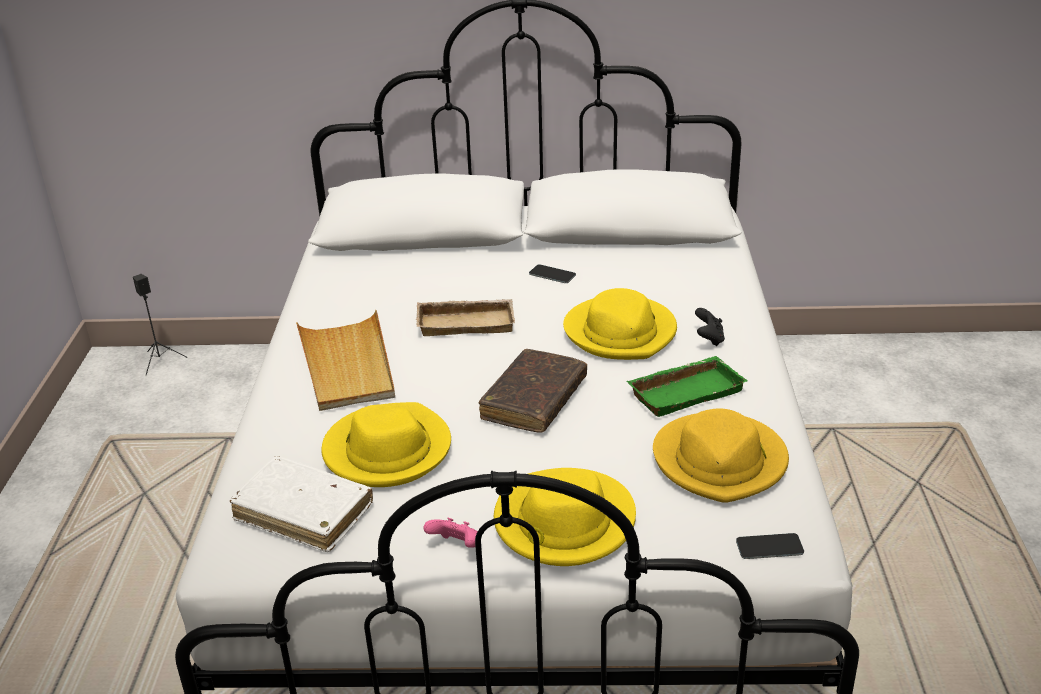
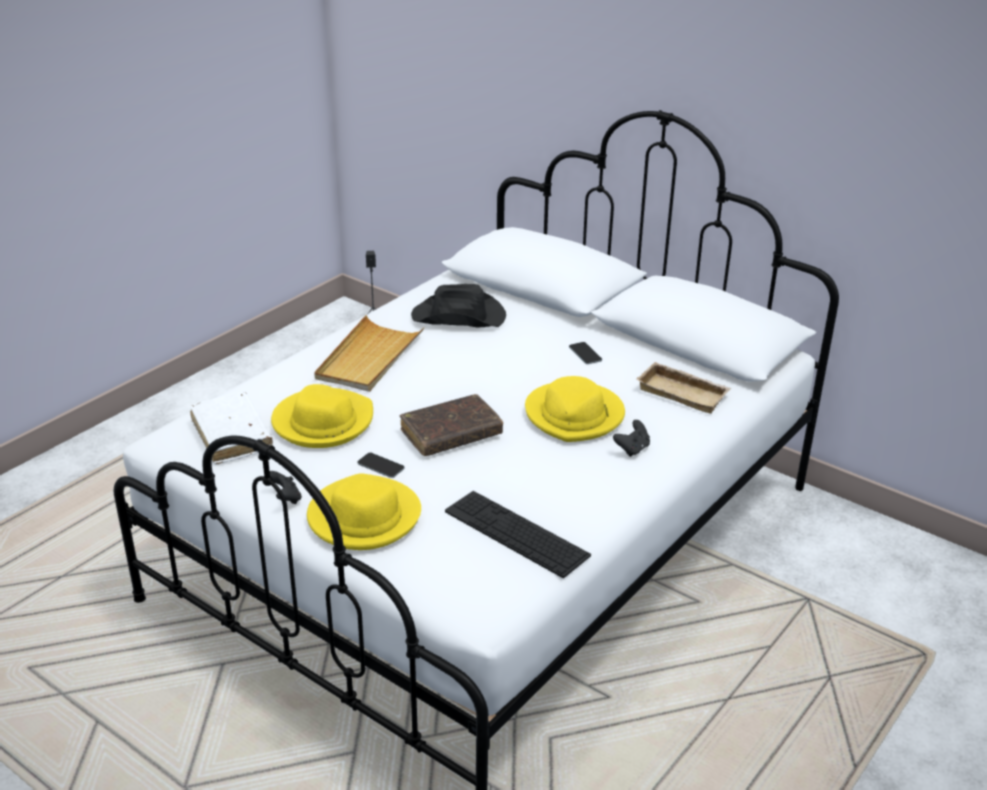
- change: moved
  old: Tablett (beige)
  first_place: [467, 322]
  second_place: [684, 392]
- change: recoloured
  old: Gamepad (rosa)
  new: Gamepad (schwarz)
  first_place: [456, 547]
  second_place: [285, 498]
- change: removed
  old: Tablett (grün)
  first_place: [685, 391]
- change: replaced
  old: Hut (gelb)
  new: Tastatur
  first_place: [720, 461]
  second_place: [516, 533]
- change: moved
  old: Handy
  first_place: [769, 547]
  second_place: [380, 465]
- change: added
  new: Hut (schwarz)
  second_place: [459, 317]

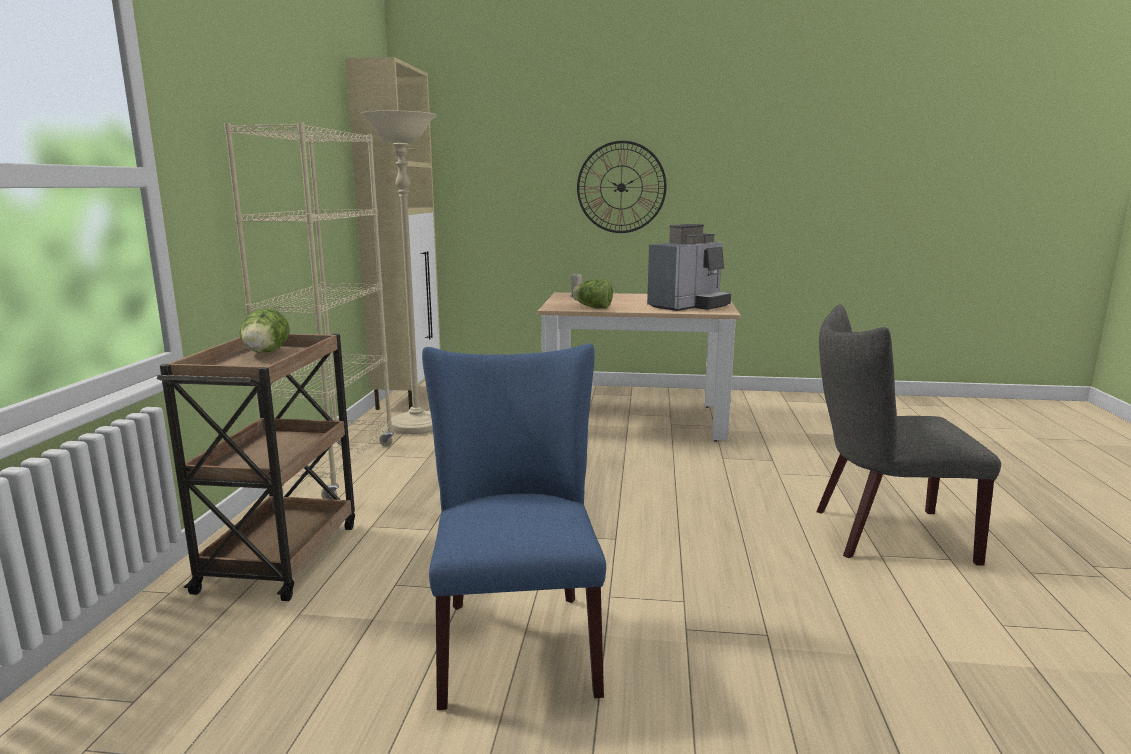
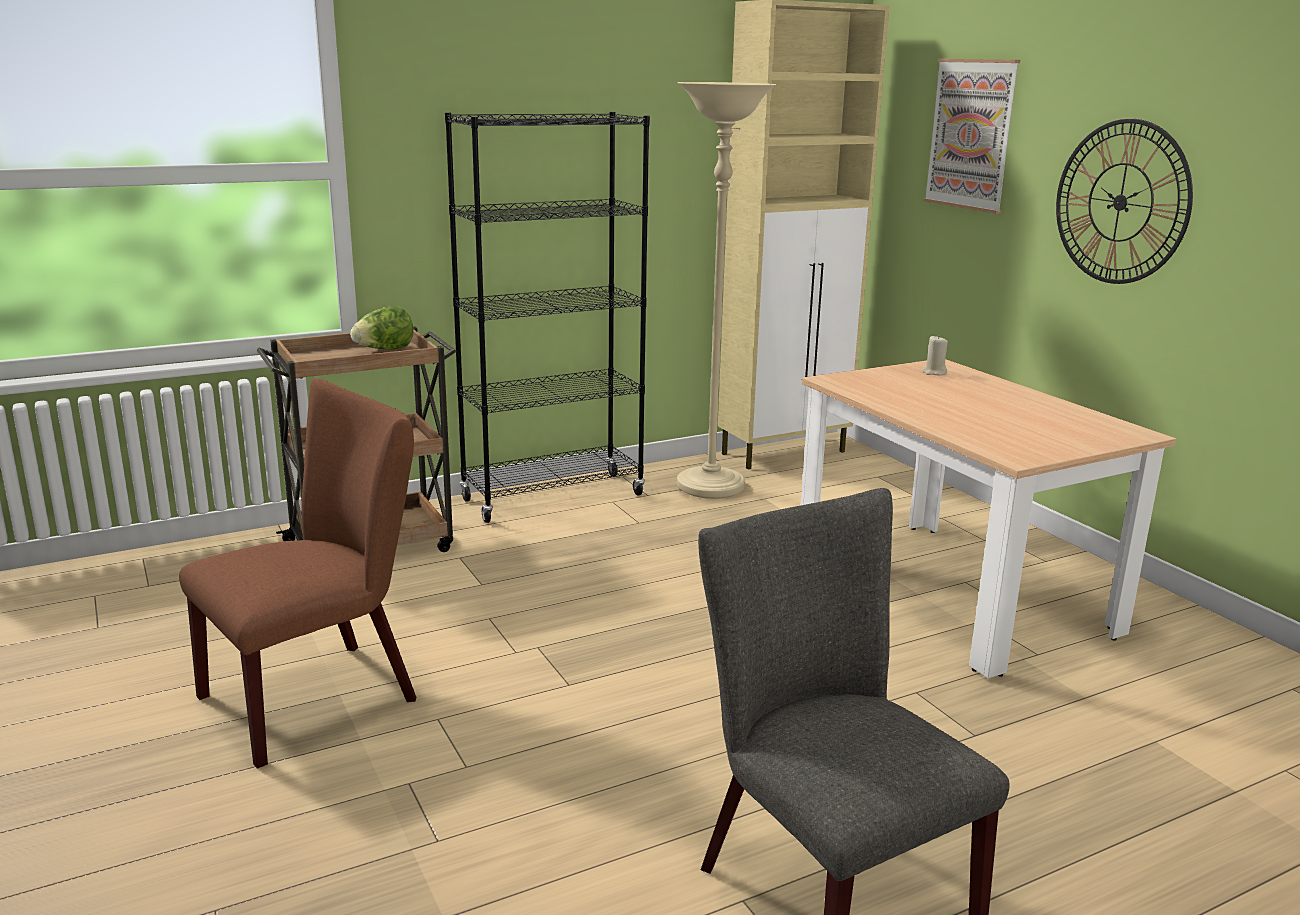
- change: recoloured
  old: Bücherregal (beige)
  new: Bücherregal (schwarz)
  first_place: [336, 470]
  second_place: [553, 497]
- change: recoloured
  old: Stuhl (blau)
  new: Stuhl (braun)
  first_place: [516, 638]
  second_place: [322, 694]
- change: removed
  old: Salatkopf
  first_place: [593, 308]
- change: removed
  old: Kaffeemaschine
  first_place: [689, 306]
- change: added
  new: Bild
  second_place: [971, 134]

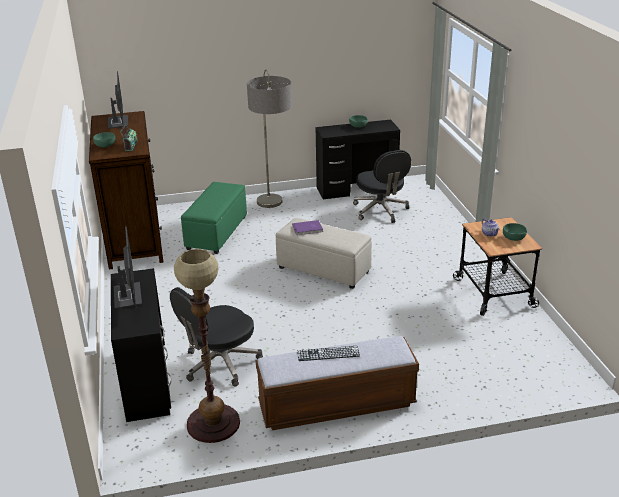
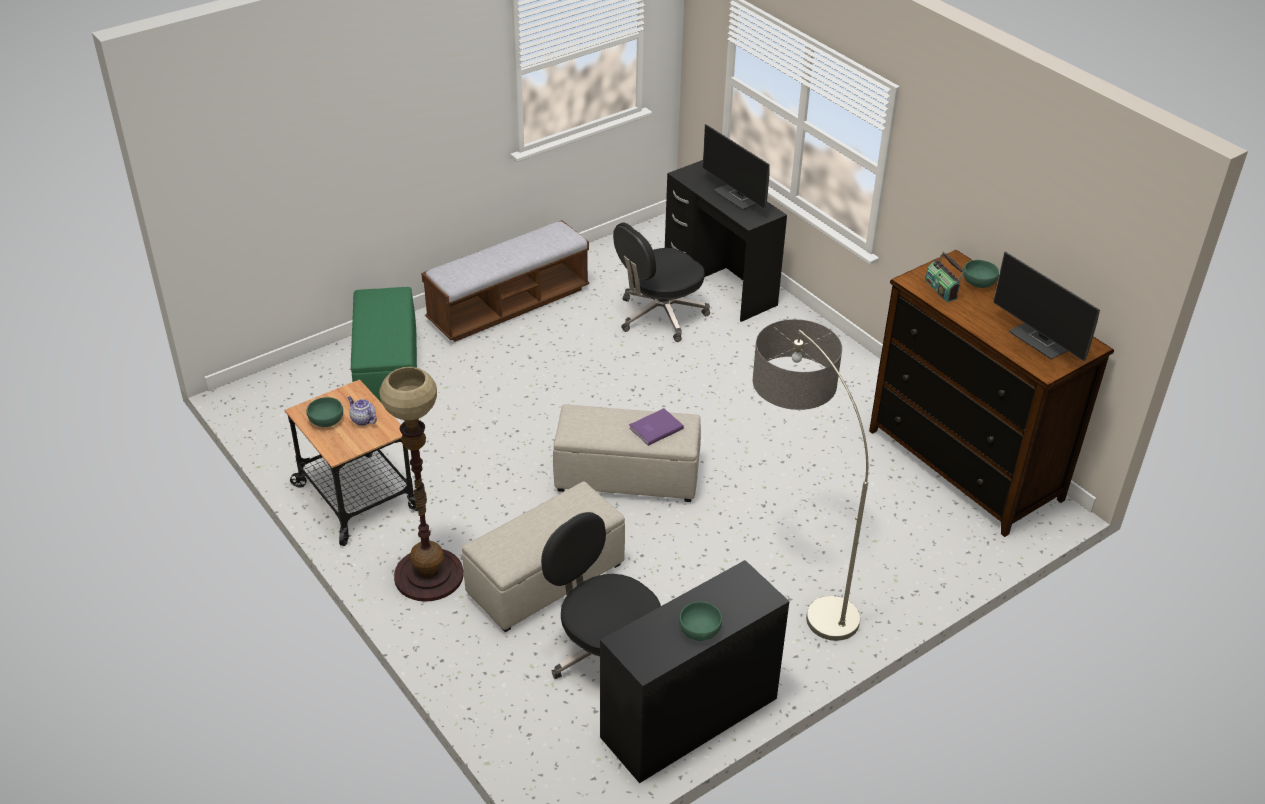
- change: turned
  old: Bürostuhl (schwarz)
  first_place: [220, 364]
  second_place: [659, 316]
  degrees: -150
- change: moved
  old: Stehlampe
  first_place: [213, 423]
  second_place: [429, 575]
- change: moved
  old: Polsterhocker (grün)
  first_place: [216, 233]
  second_place: [387, 372]
- change: removed
  old: Tastatur
  first_place: [328, 353]
- change: added
  new: Polsterhocker (beige)
  second_place: [545, 580]

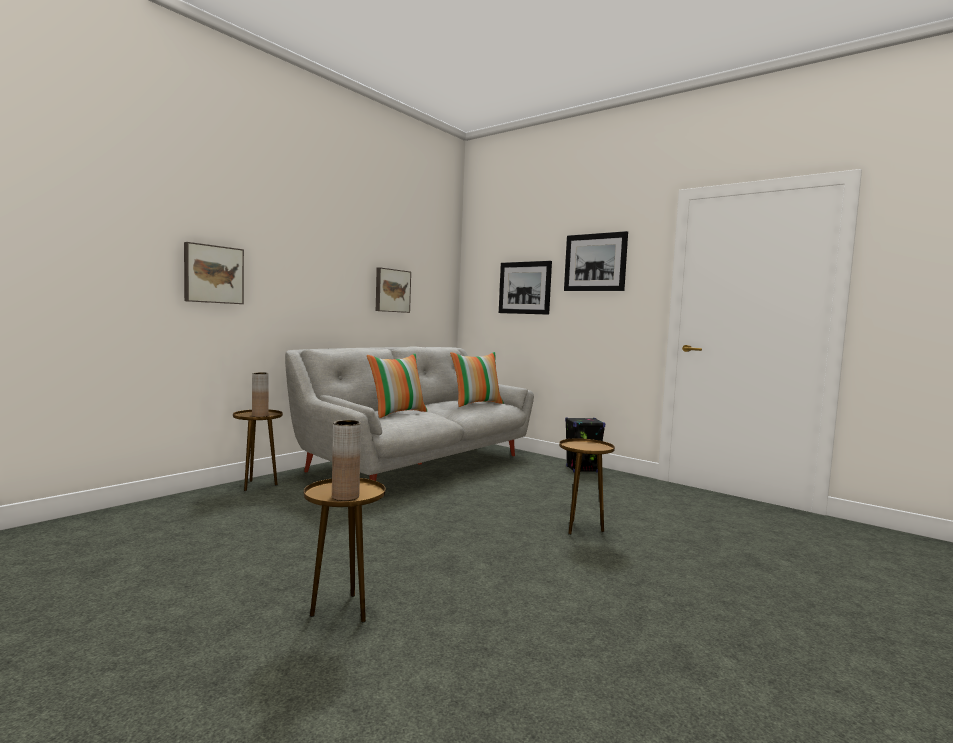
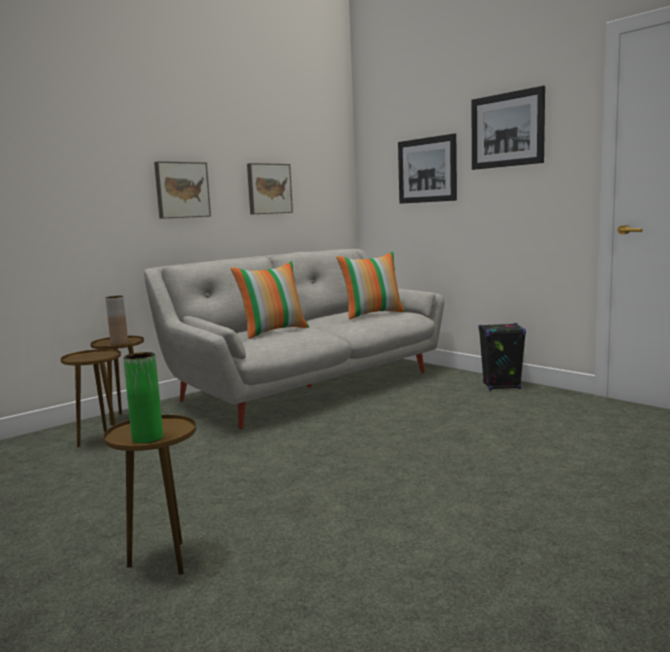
- change: moved
  old: Bild
  first_place: [213, 274]
  second_place: [181, 190]
- change: recoloured
  old: Vase (braun)
  new: Vase (grün)
  first_place: [345, 496]
  second_place: [147, 438]
- change: moved
  old: Beistelltisch (braun)
  first_place: [581, 528]
  second_place: [101, 441]

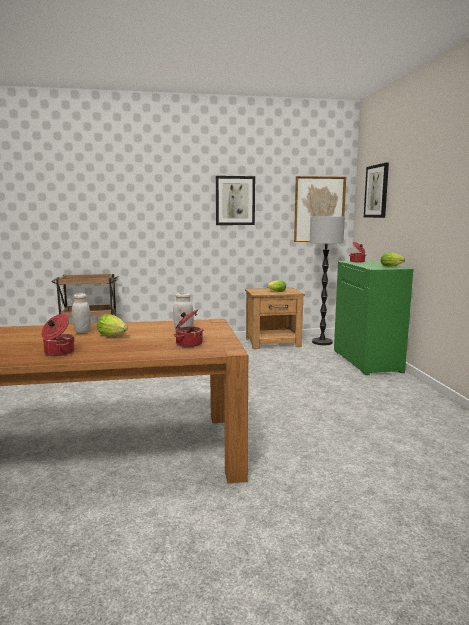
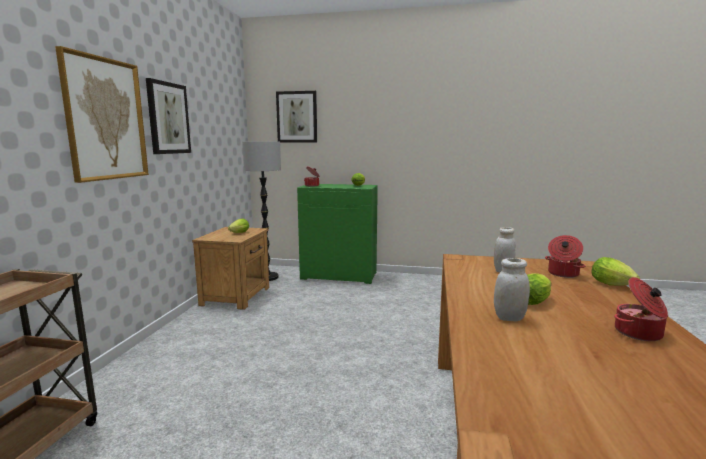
- change: moved
  old: Bild
  first_place: [319, 209]
  second_place: [105, 119]
- change: added
  new: Salatkopf
  second_place: [614, 285]

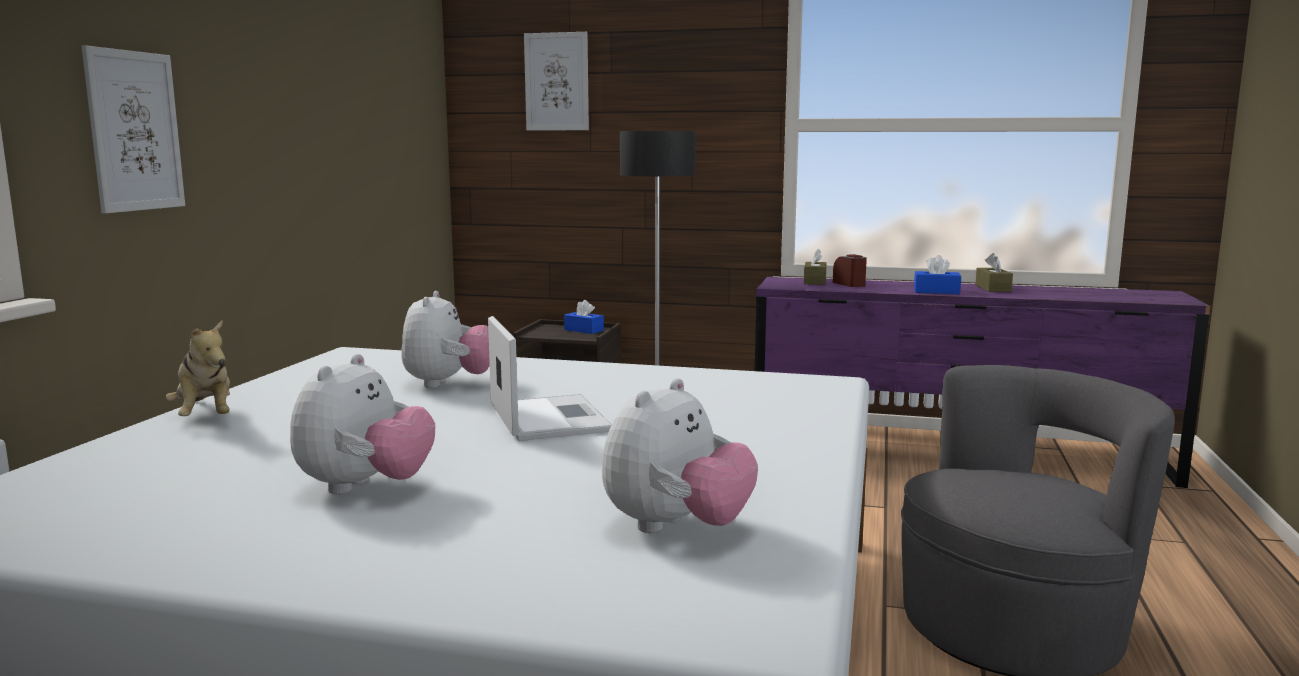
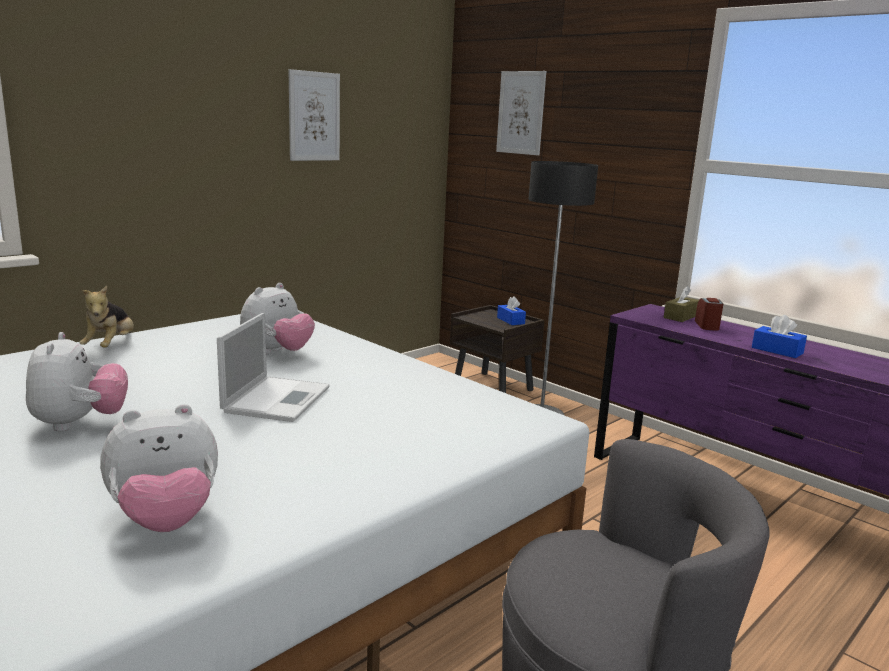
- change: moved
  old: Bild
  first_place: [135, 131]
  second_place: [314, 116]
- change: turned
  old: Plüschtier
  first_place: [365, 487]
  second_place: [79, 423]
  degrees: -60
- change: removed
  old: Taschentuchbox (braun)
  first_place: [993, 288]

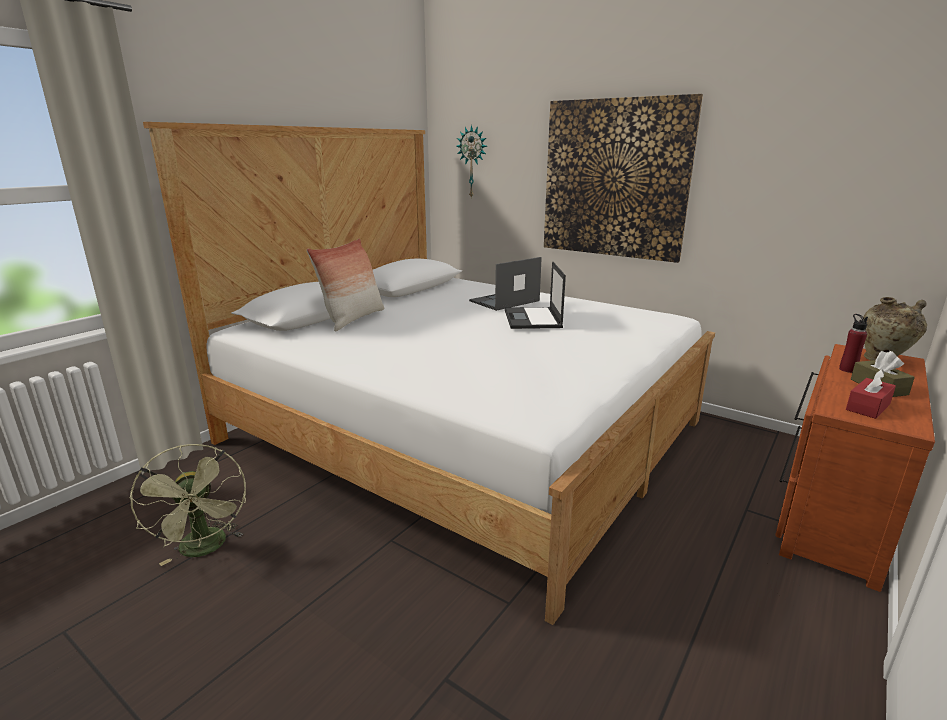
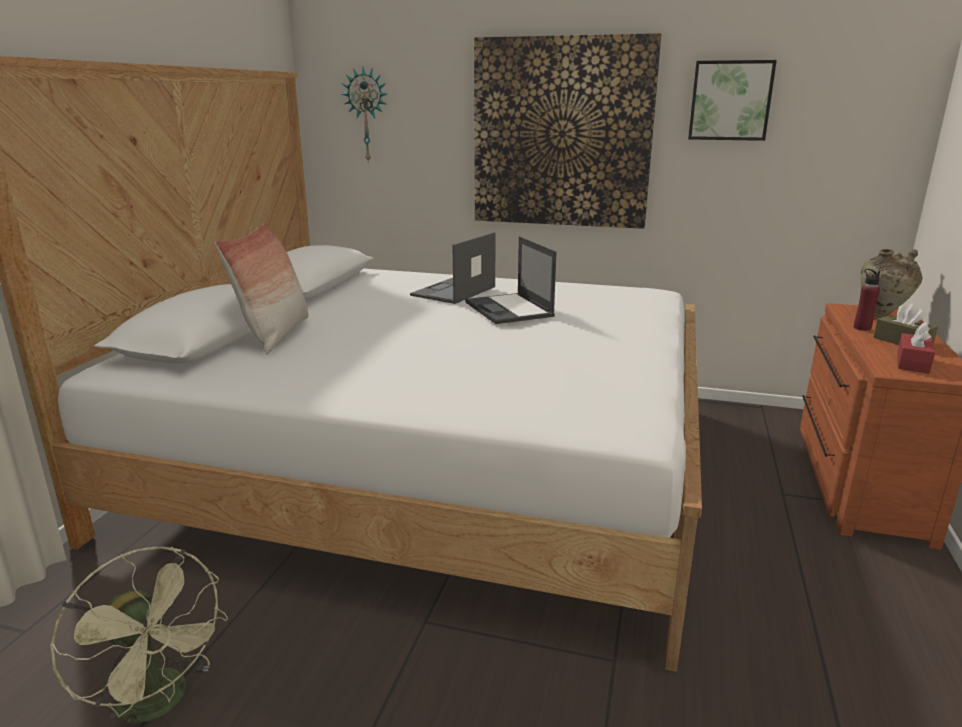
- change: added
  new: Bild
  second_place: [730, 100]

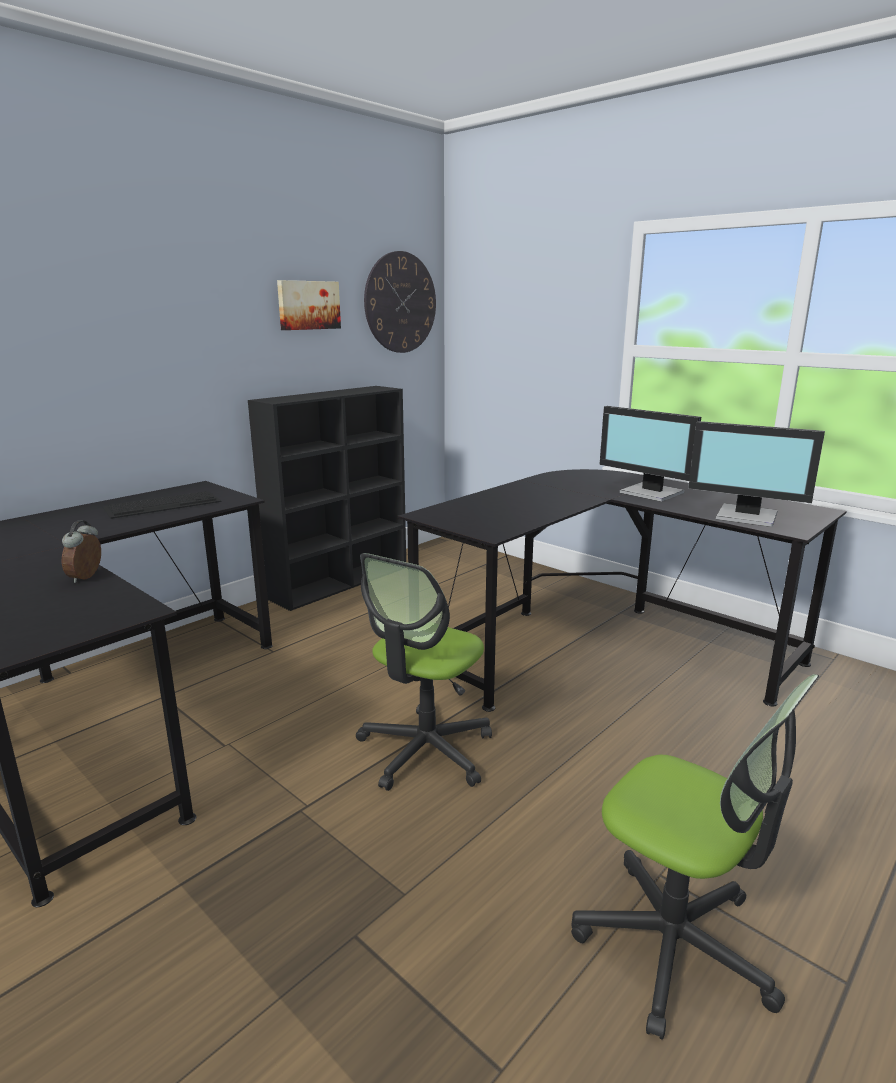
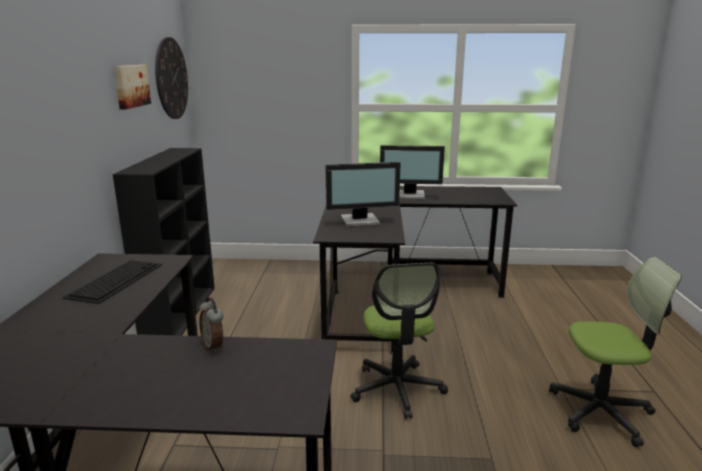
- change: moved
  old: Monitor
  first_place: [747, 517]
  second_place: [361, 221]

